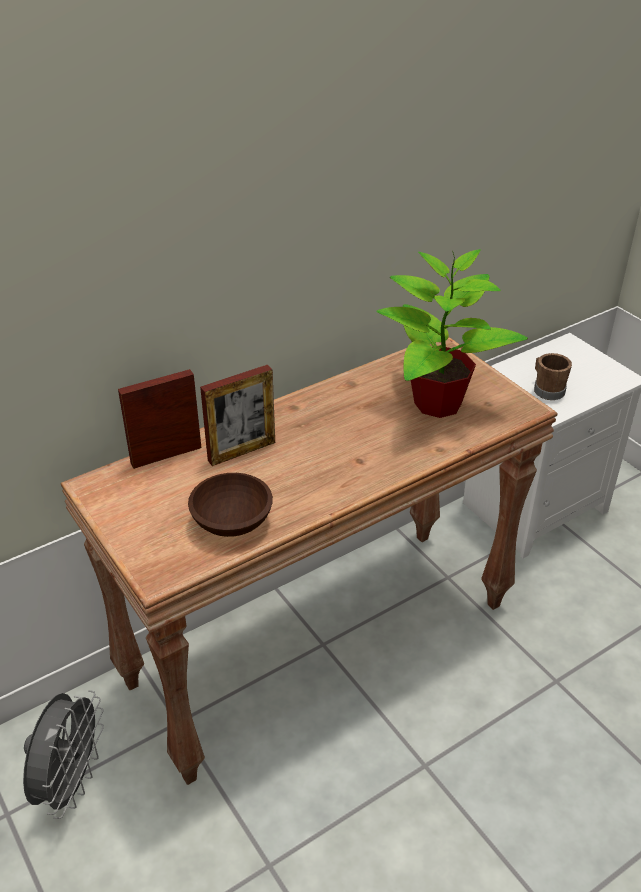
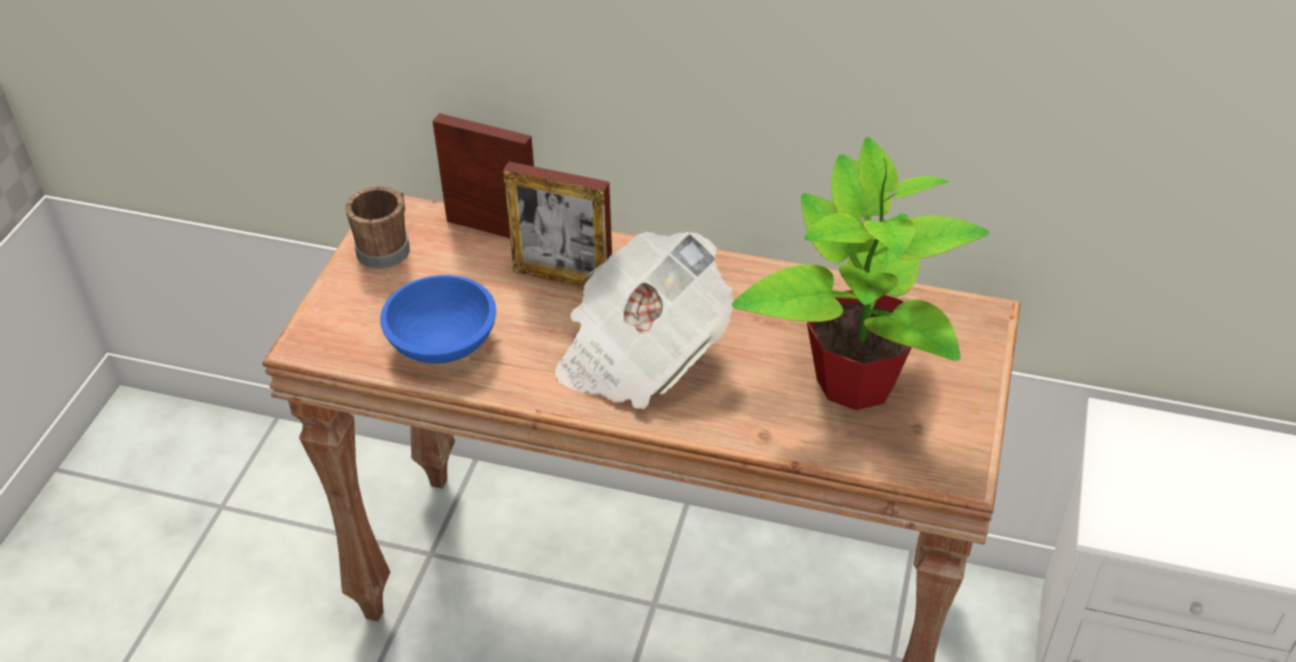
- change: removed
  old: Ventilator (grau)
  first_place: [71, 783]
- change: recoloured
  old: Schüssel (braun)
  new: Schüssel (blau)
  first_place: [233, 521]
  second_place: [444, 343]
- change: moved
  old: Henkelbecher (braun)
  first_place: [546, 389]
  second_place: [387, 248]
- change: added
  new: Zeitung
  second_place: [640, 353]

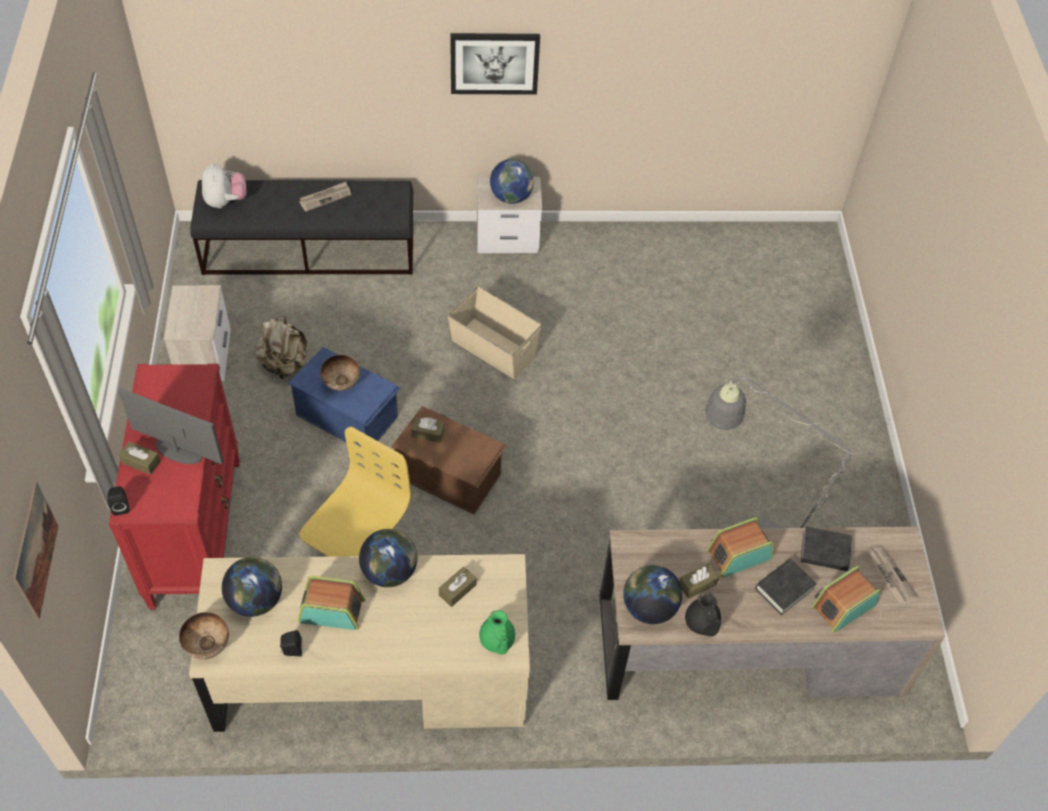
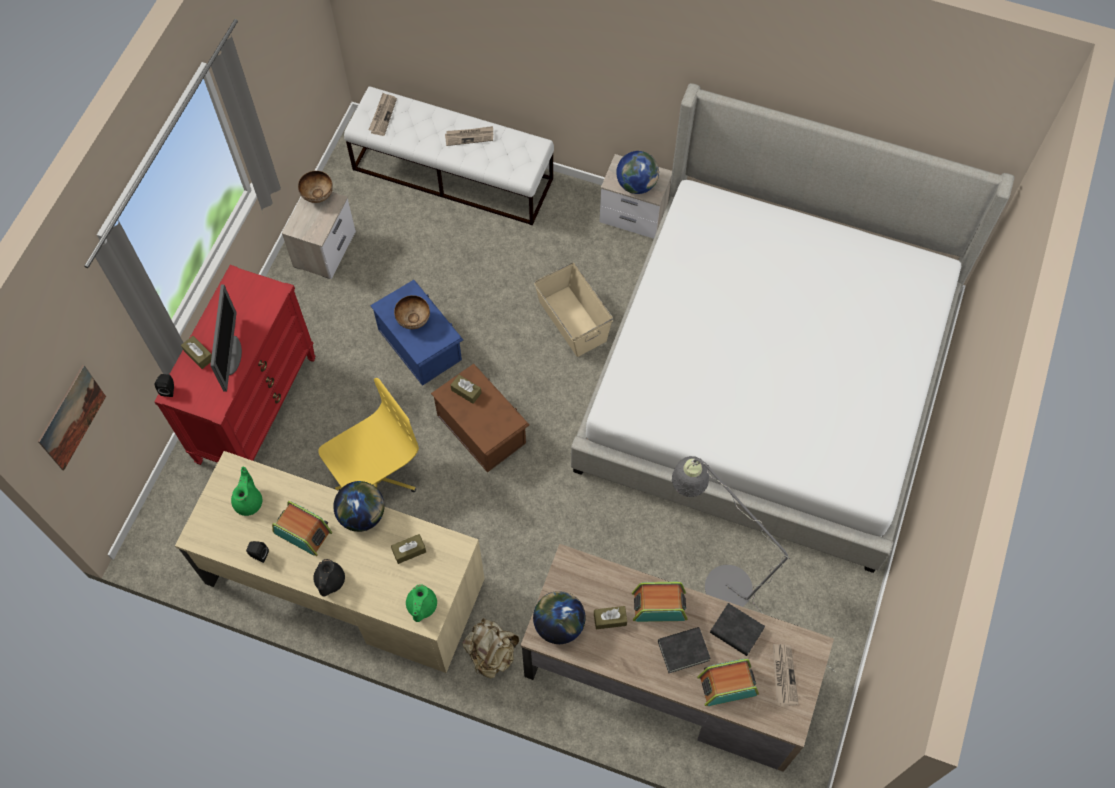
- change: turned
  old: Monitor
  first_place: [178, 451]
  second_place: [231, 355]
  degrees: 45
- change: moved
  old: Schüssel
  first_place: [207, 646]
  second_place: [318, 196]
- change: recoloured
  old: Bank (schwarz)
  new: Bank (weiß)
  first_place: [310, 251]
  second_place: [453, 174]
- change: replaced
  old: Plüschtier
  new: Zeitung
  first_place: [225, 201]
  second_place: [382, 115]
- change: replaced
  old: Globus
  new: Teekanne (grün)
  first_place: [256, 600]
  second_place: [249, 501]
- change: moved
  old: Rucksack (beige)
  first_place: [284, 365]
  second_place: [491, 653]
- change: removed
  old: Bild
  first_place: [494, 62]
- change: moved
  old: Teekanne (schwarz)
  first_place: [702, 623]
  second_place: [329, 581]
- change: added
  new: Bett
  second_place: [767, 380]

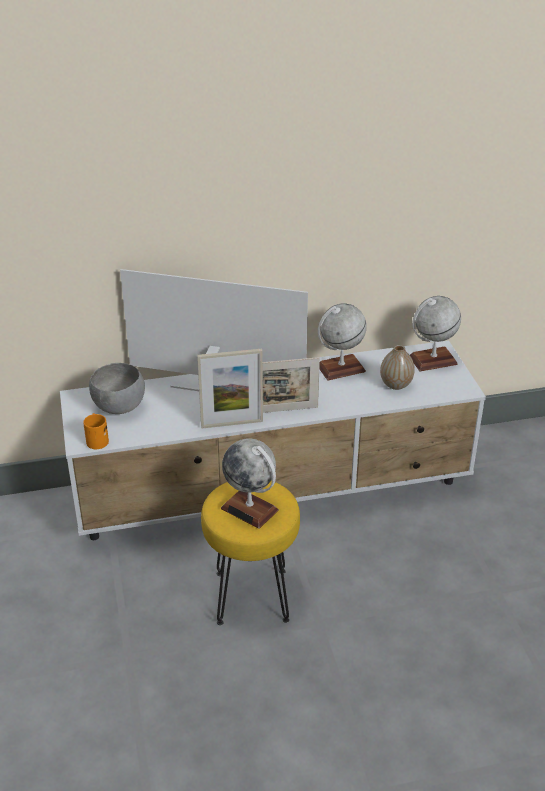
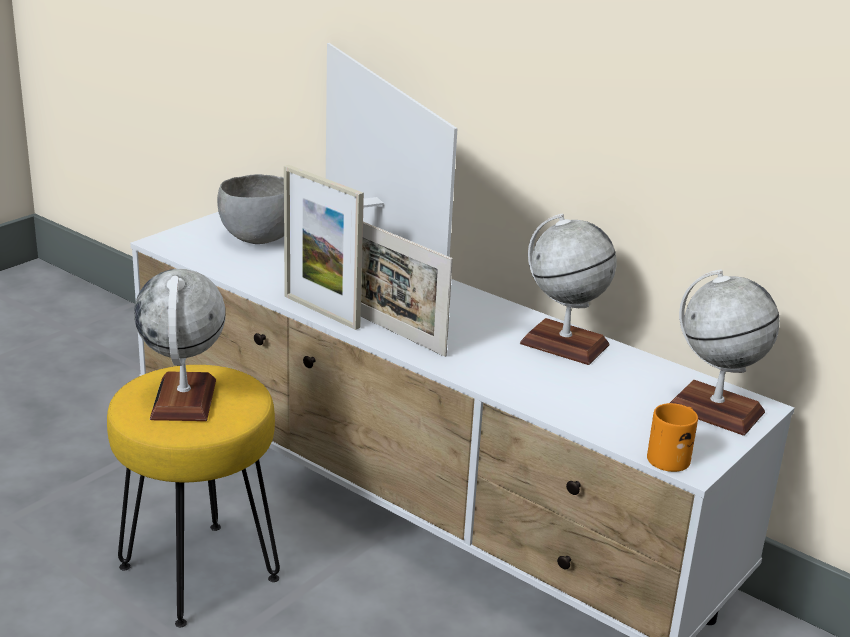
- change: moved
  old: Henkelbecher (orange)
  first_place: [96, 439]
  second_place: [672, 455]
- change: removed
  old: Vase
  first_place: [396, 384]

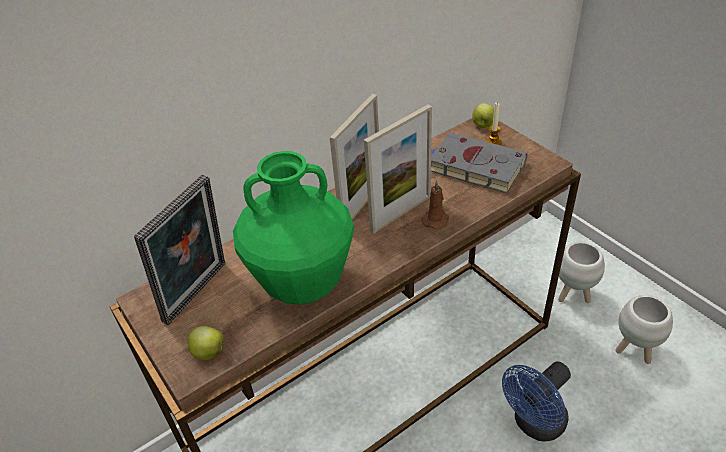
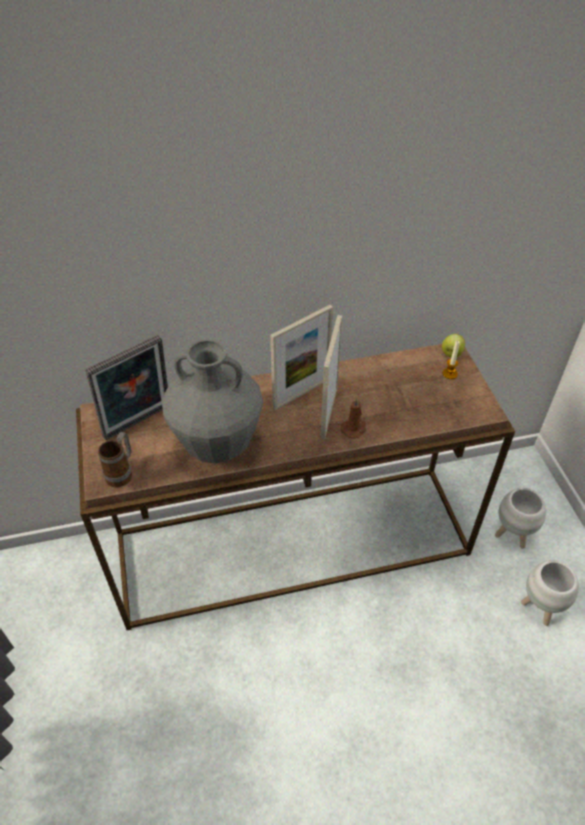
- change: replaced
  old: Apfel
  new: Henkelbecher
  first_place: [208, 352]
  second_place: [122, 473]
- change: recoloured
  old: Vase (grün)
  new: Vase (grau)
  first_place: [304, 284]
  second_place: [218, 445]
- change: turned
  old: Bilderrahmen
  first_place: [401, 213]
  second_place: [329, 412]
  degrees: 120
- change: removed
  old: Buch (grau)
  first_place: [474, 166]
- change: removed
  old: Ventilator (blau)
  first_place: [534, 424]

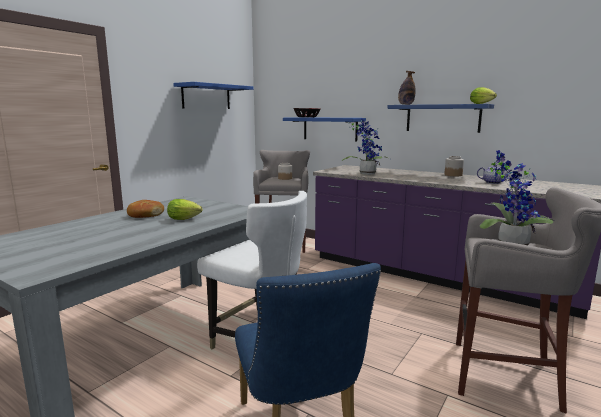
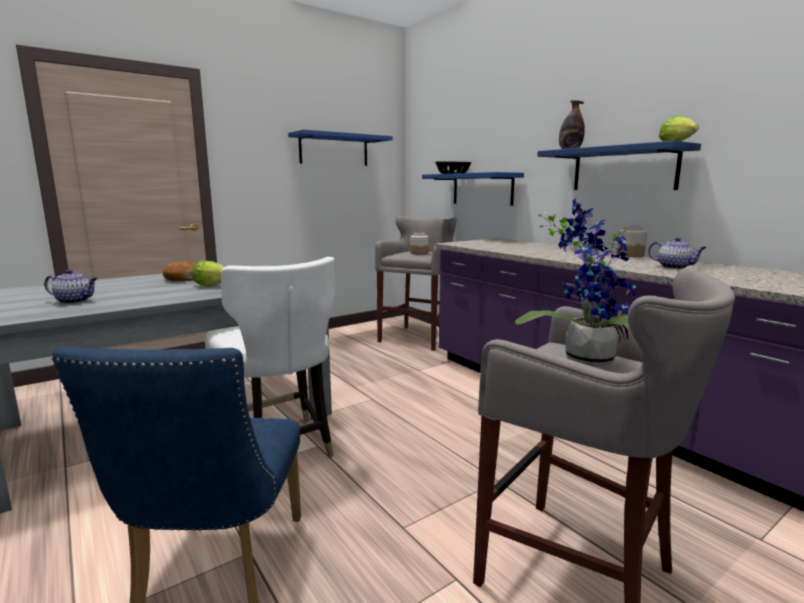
- change: removed
  old: Topfpflanze
  first_place: [366, 173]
- change: added
  new: Teekanne
  second_place: [75, 301]

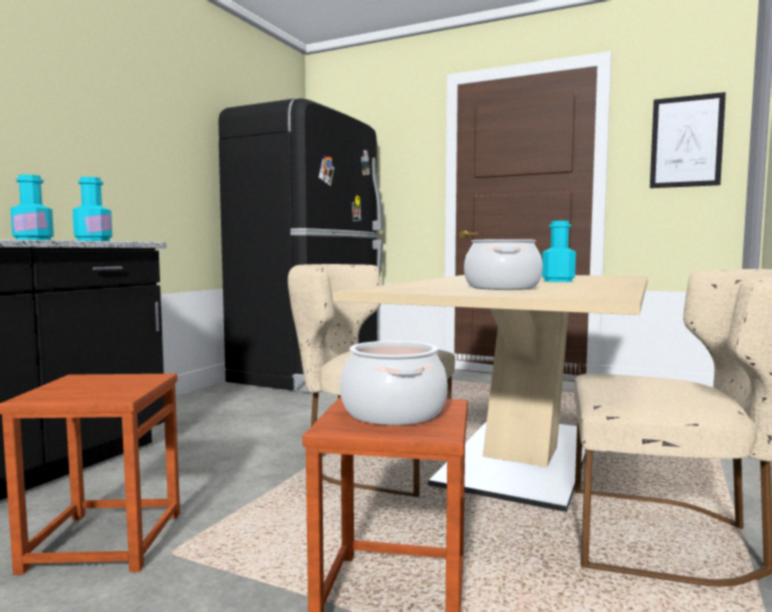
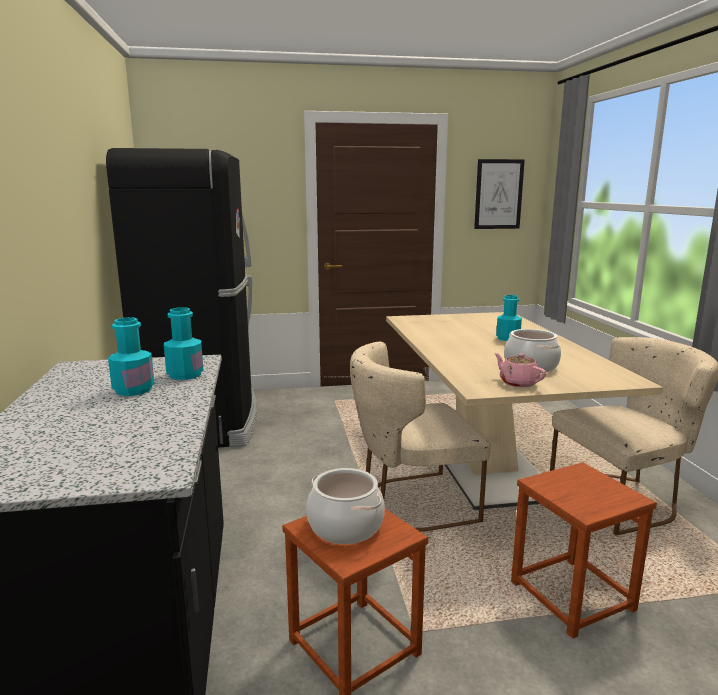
- change: moved
  old: Kochtopf
  first_place: [394, 413]
  second_place: [346, 526]
- change: added
  new: Teekanne (rosa)
  second_place: [518, 383]

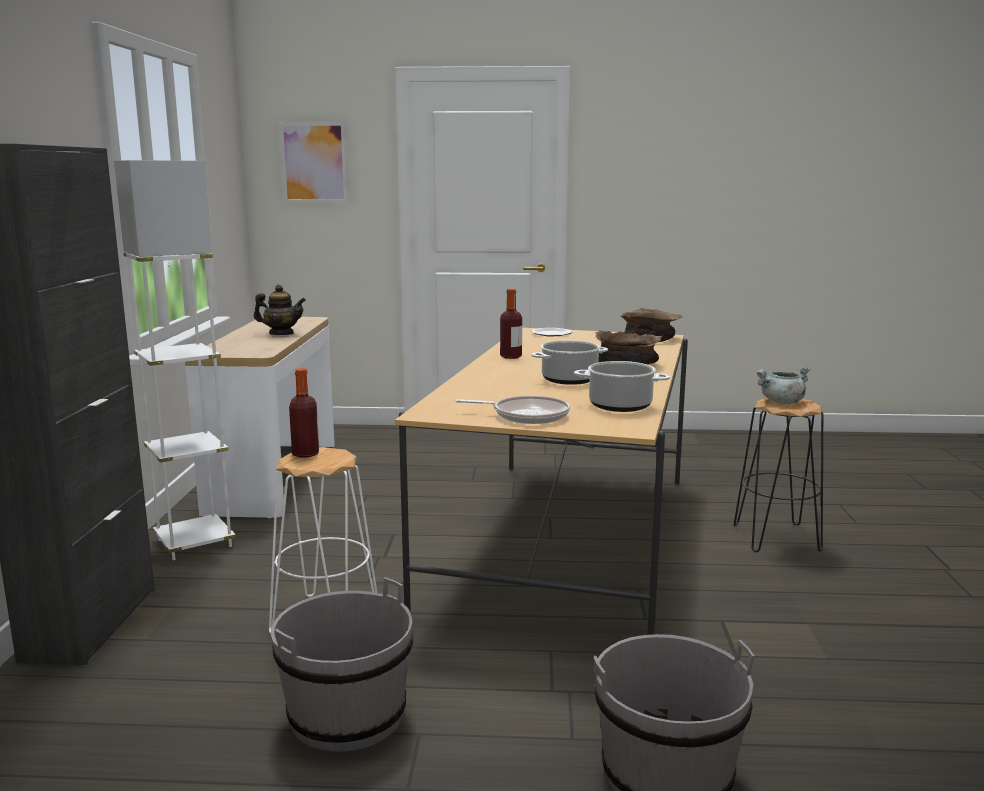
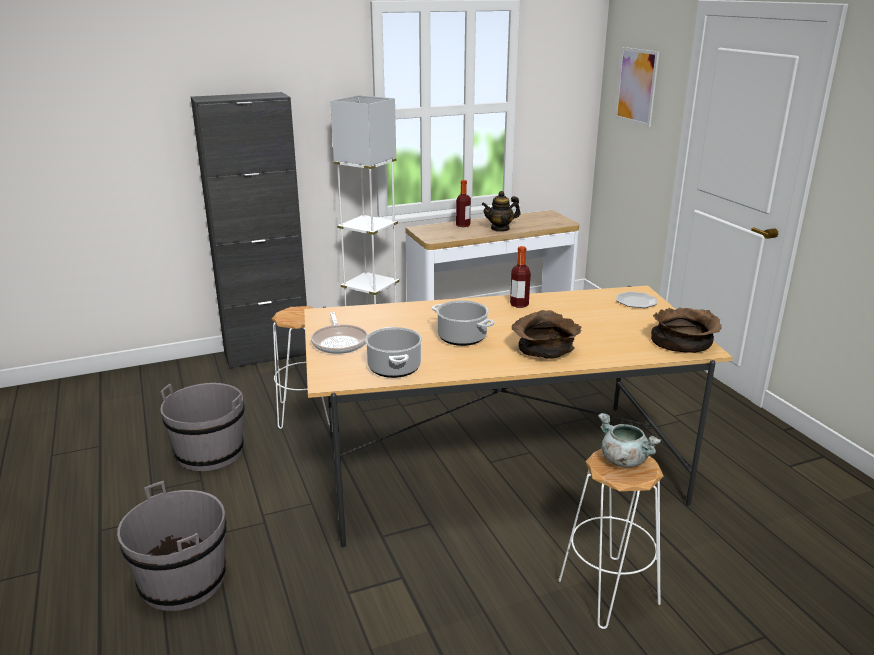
- change: turned
  old: Teekanne
  first_place: [281, 334]
  second_place: [500, 228]
  degrees: 90
- change: moved
  old: Flasche
  first_place: [305, 454]
  second_place: [463, 225]
- change: recoloured
  old: Hocker (schwarz)
  new: Hocker (weiß)
  first_place: [776, 538]
  second_place: [607, 592]

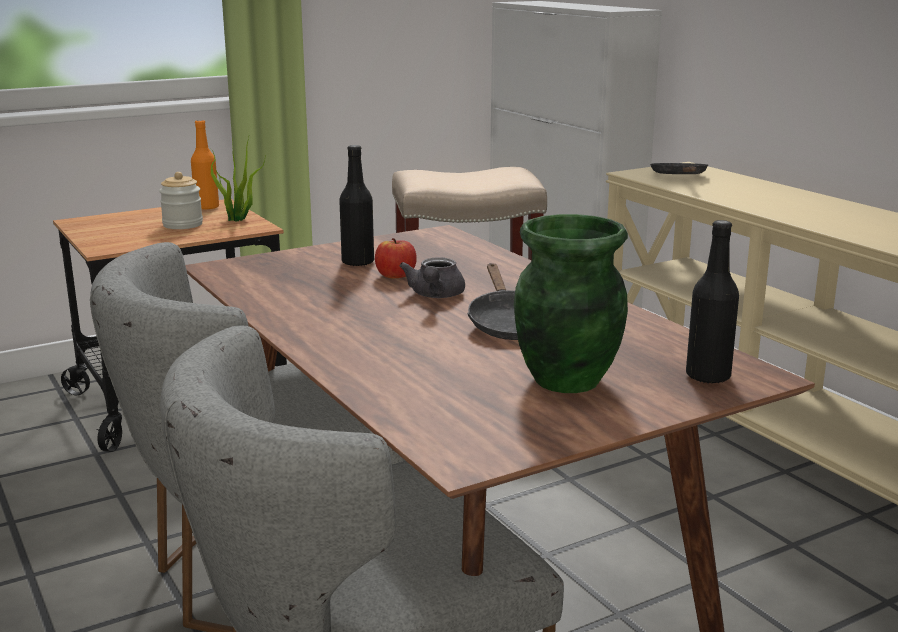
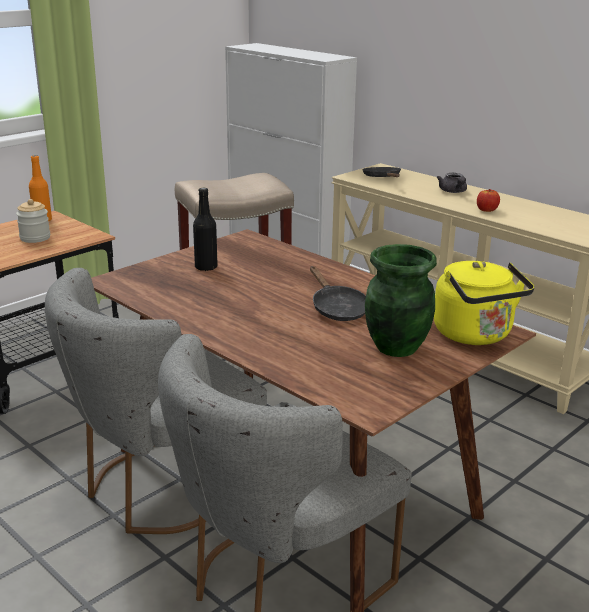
- change: removed
  old: Topfpflanze
  first_place: [238, 219]
- change: moved
  old: Apfel
  first_place: [395, 275]
  second_place: [486, 210]
- change: moved
  old: Teekanne (grau)
  first_place: [435, 296]
  second_place: [453, 192]
- change: replaced
  old: Flasche (schwarz)
  new: Wasserkessel (gelb)
  first_place: [708, 376]
  second_place: [475, 335]

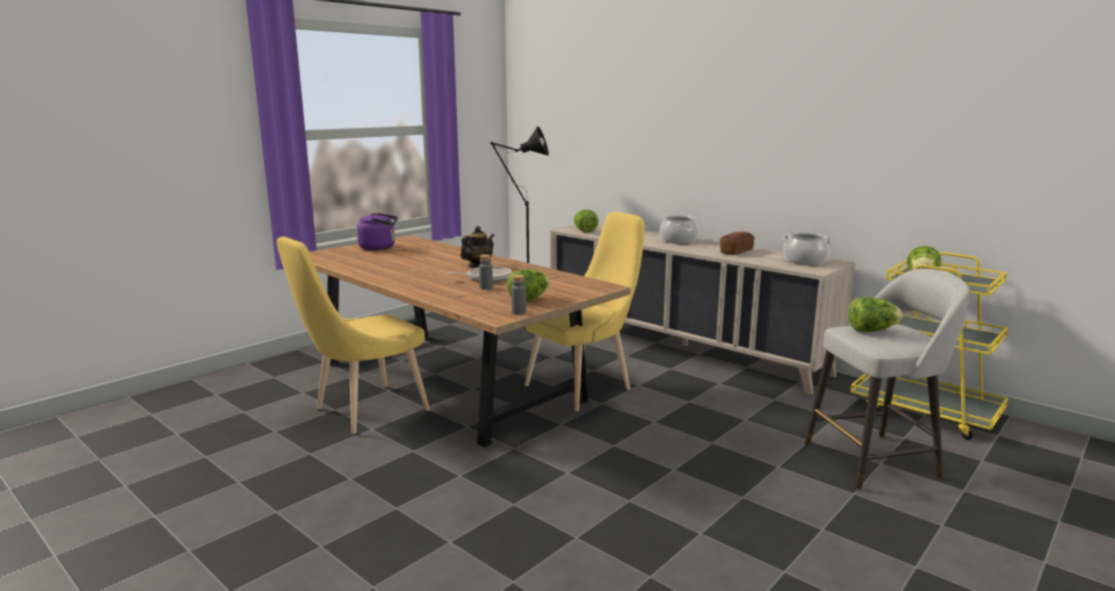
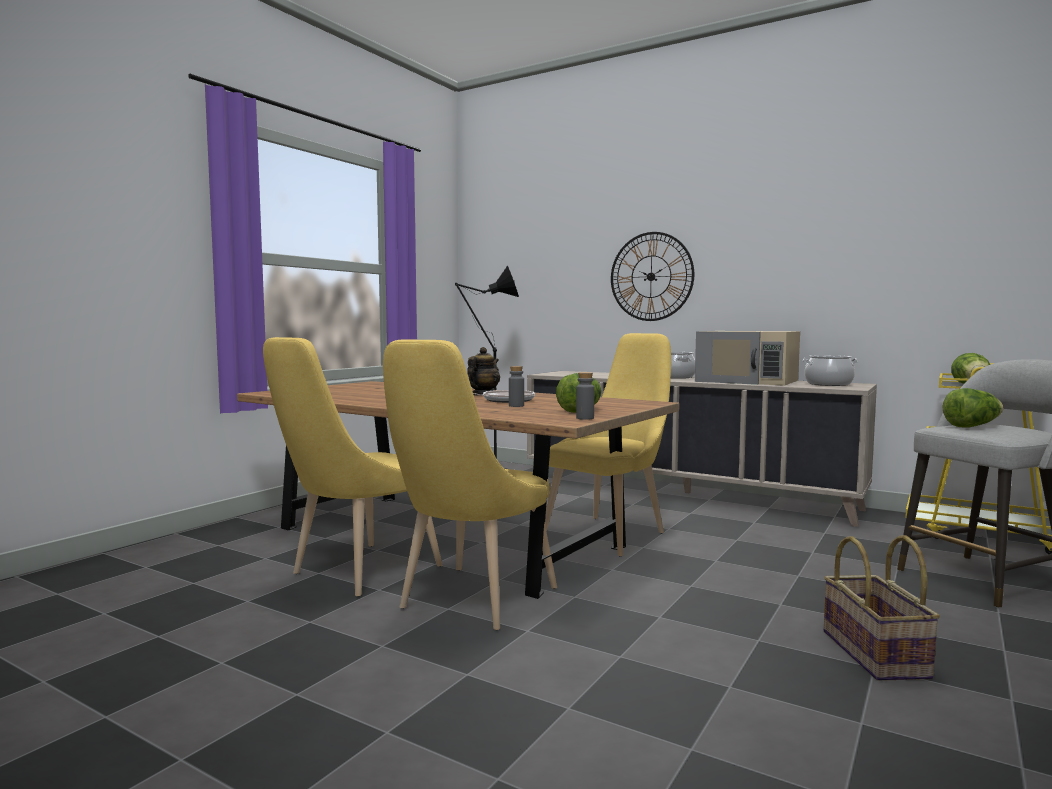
- change: removed
  old: Wasserkessel (lila)
  first_place: [380, 248]
- change: removed
  old: Salatkopf
  first_place: [584, 230]
- change: replaced
  old: Brot
  new: Mikrowelle (beige)
  first_place: [736, 251]
  second_place: [747, 381]
- change: added
  new: Stuhl (gelb)
  second_place: [472, 601]
- change: added
  new: Wanduhr
  second_place: [651, 276]
- change: added
  new: Korb
  second_place: [876, 654]

